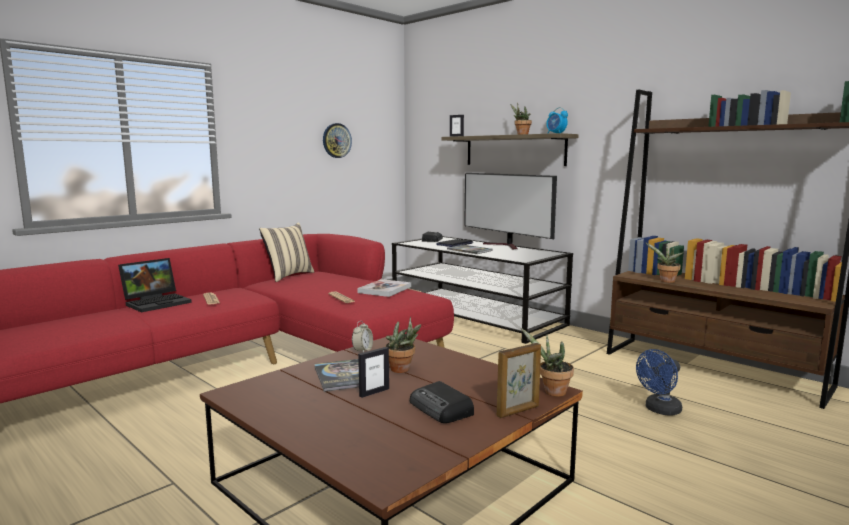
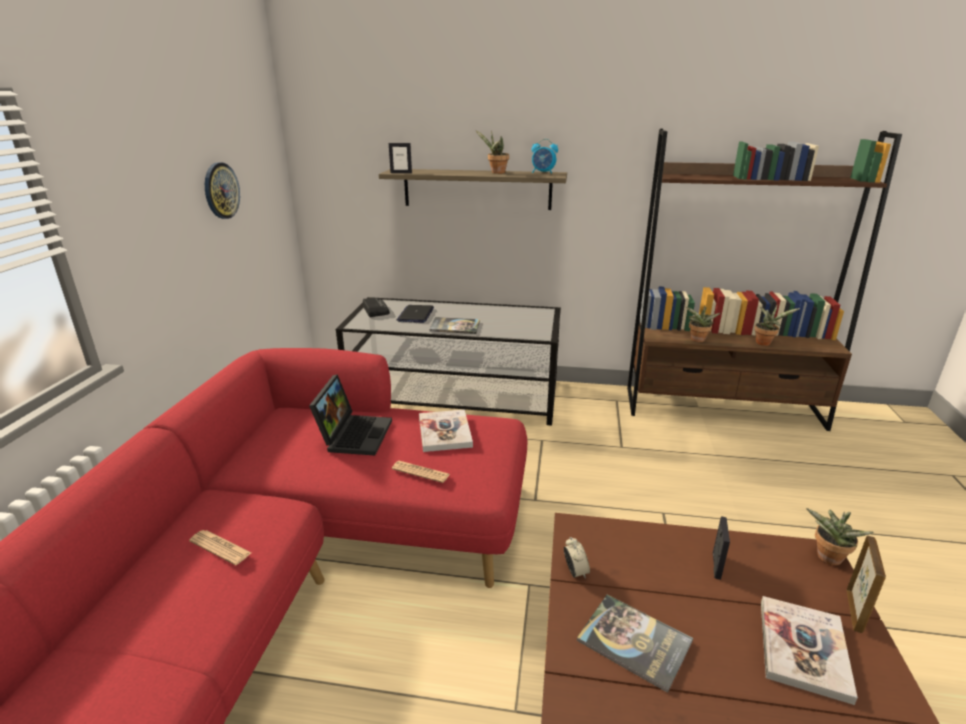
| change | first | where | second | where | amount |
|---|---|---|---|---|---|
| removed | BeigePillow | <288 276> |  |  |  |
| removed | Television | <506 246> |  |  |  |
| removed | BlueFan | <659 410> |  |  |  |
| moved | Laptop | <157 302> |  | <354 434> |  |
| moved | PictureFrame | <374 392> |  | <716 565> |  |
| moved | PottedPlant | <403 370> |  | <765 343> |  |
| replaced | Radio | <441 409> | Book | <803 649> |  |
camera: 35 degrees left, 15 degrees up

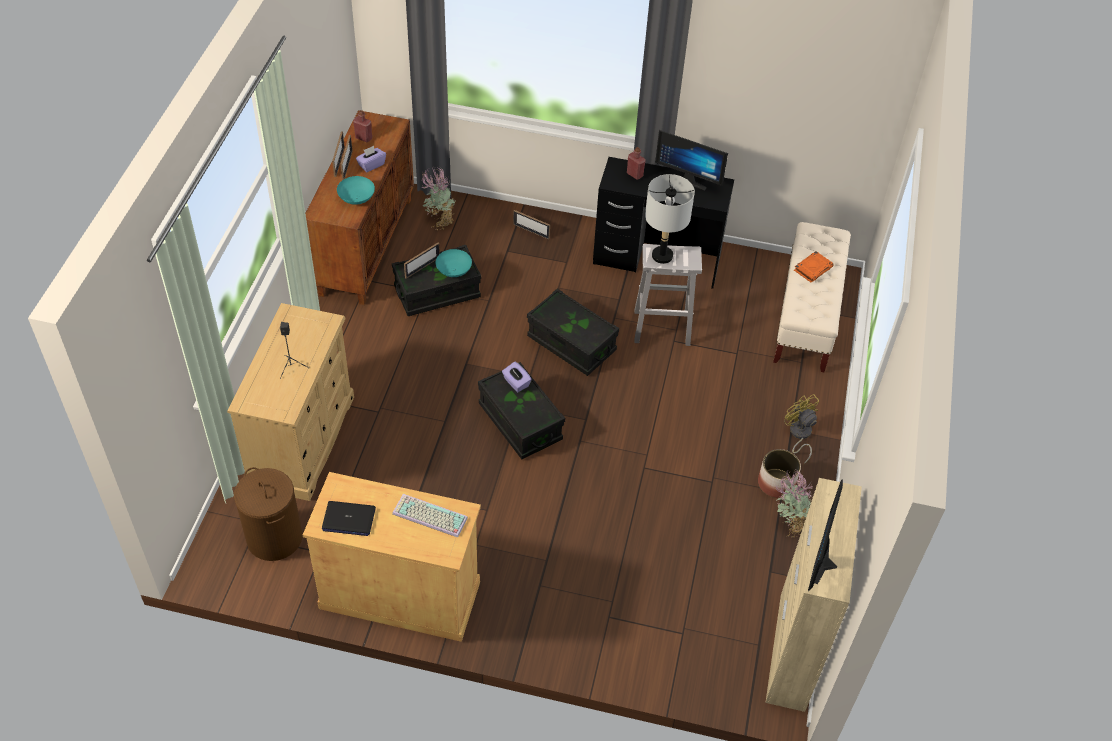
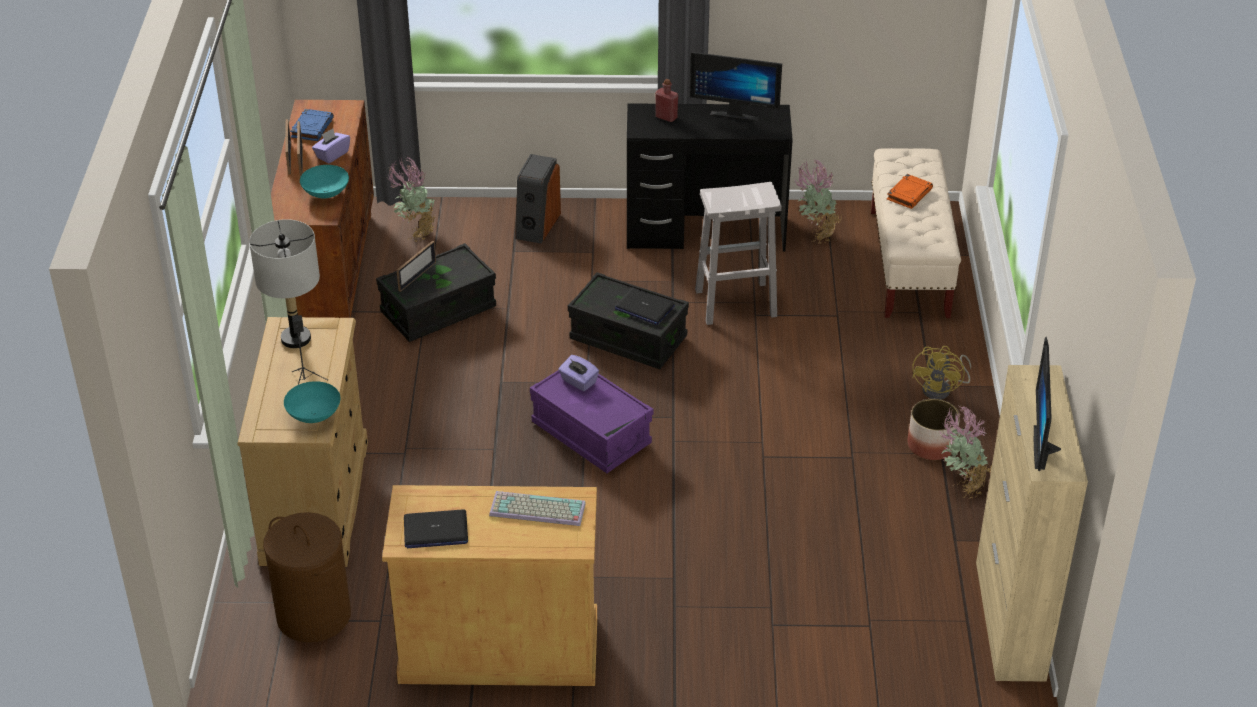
| change | first | where | second | where | amount |
|---|---|---|---|---|---|
| added |  |  | Laptop | <644 307> |  |
| added |  |  | PottedPlant | <816 234> |  |
| moved | TurquoiseBowl | <453 272> |  | <314 416> |  |
| moved | GreyTableLamp | <662 256> |  | <296 338> |  |
| replaced | RedBottle | <363 138> | BlueBook | <312 128> |  |
| replaced | PictureFrame | <531 231> | Speaker | <537 225> |  |
| recoloured | BlackStorageBox | <520 422> | PurpleStorageBox | <591 434> |  |
| turned | YellowFan | <799 435> |  | <942 389> | 120 degrees counterclockwise |
camera: 10 degrees left, 10 degrees down

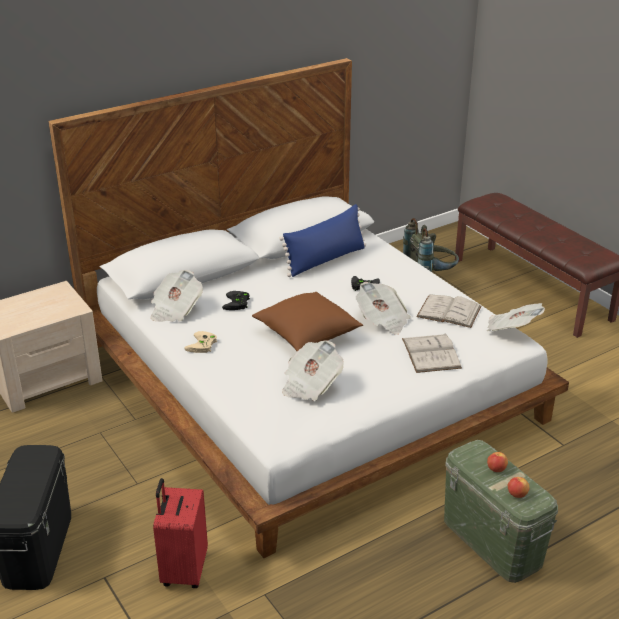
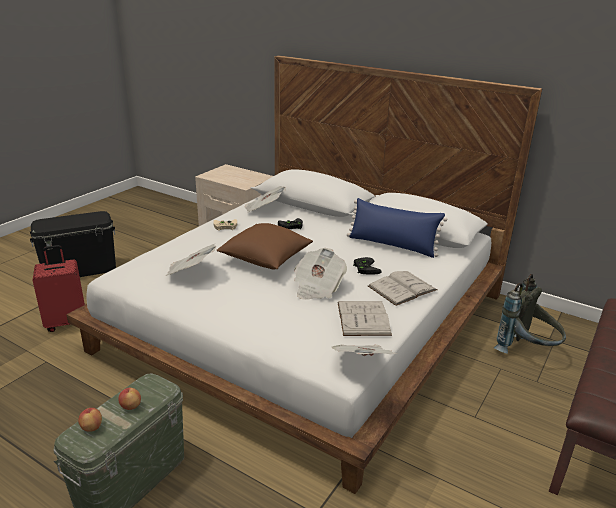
| change | first | where | second | where | amount |
|---|---|---|---|---|---|
| moved | WhiteBook | <431 353> |  | <402 288> |  |
camera: 65 degrees right, 5 degrees down

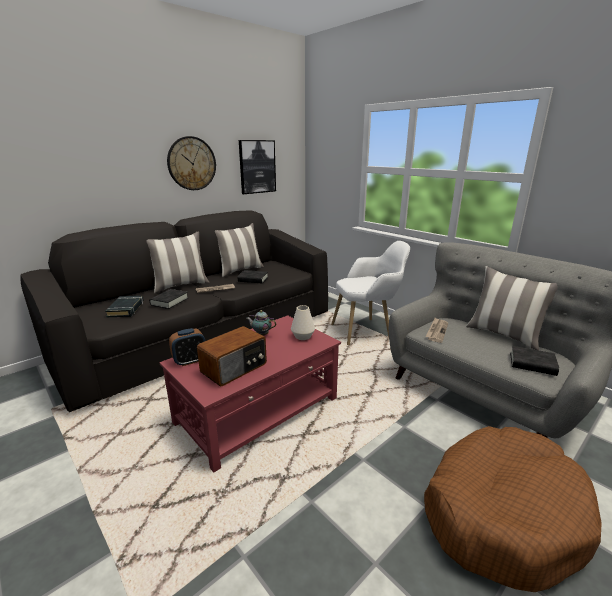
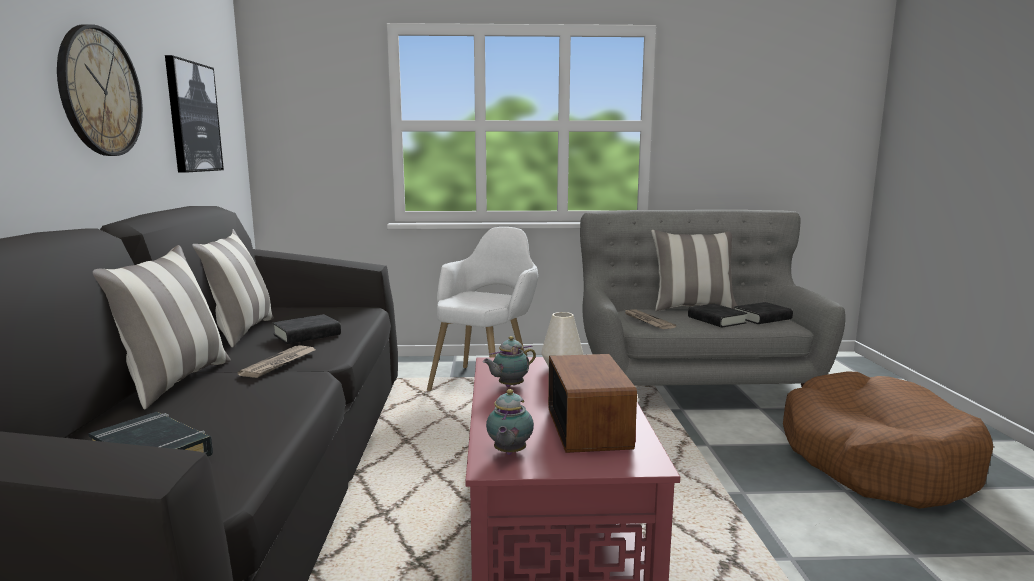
| change | first | where | second | where | amount |
|---|---|---|---|---|---|
| moved | BlackBook | <169 301> |  | <716 320> |  |
| replaced | AlarmClock | <190 361> | Teapot | <509 453> |  |
camera: 50 degrees left, 10 degrees down

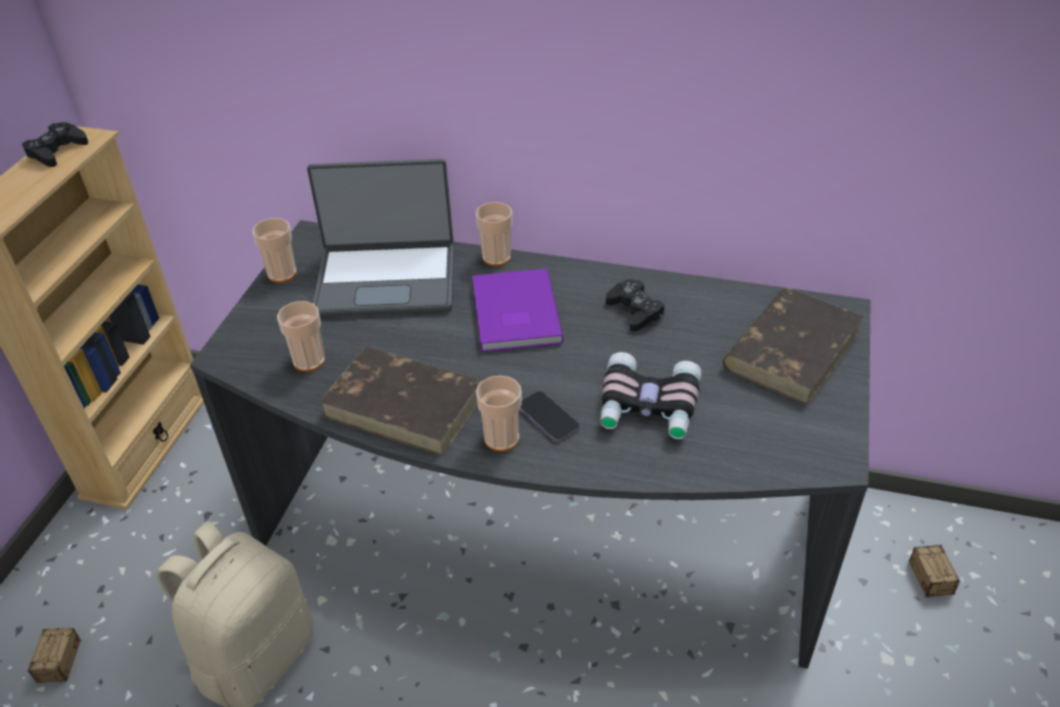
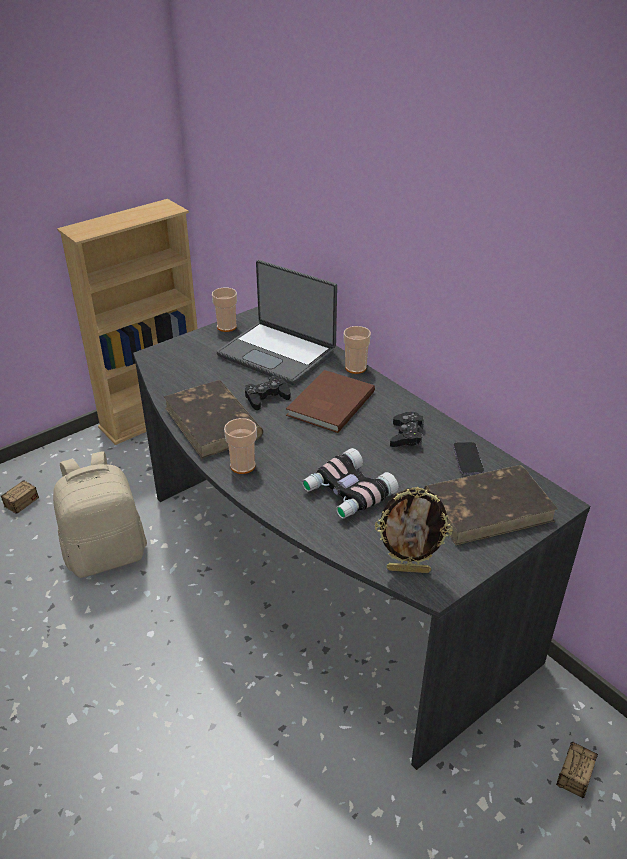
| change | first | where | second | where | amount |
|---|---|---|---|---|---|
| removed | Cup | <309 361> |  |  |  |
| added |  |  | PictureFrame | <408 569> |  |
| moved | BlackGameController | <57 151> |  | <266 397> |  |
| moved | Phone | <548 418> |  | <467 460> |  |
| recoloured | PurpleBook | <513 314> | BrownBook | <328 403> |  |
camera: 35 degrees right, 5 degrees down

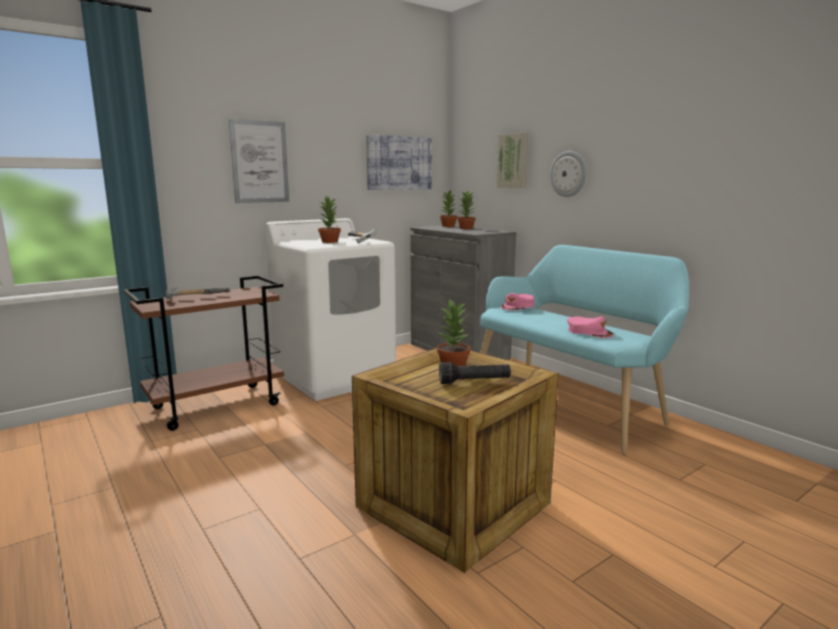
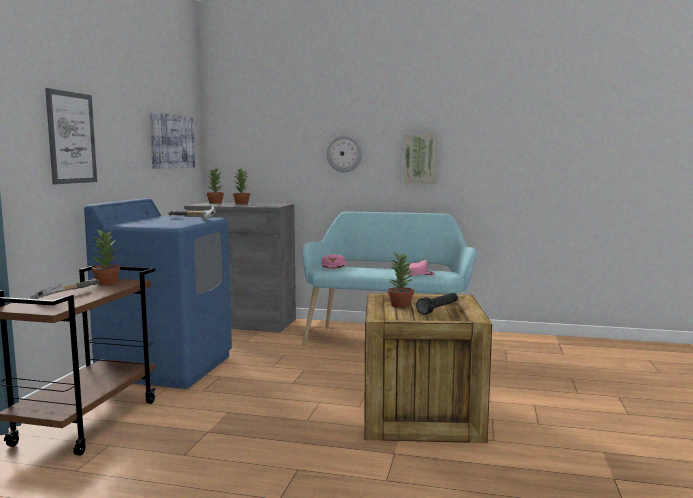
| change | first | where | second | where | amount |
|---|---|---|---|---|---|
| moved | PottedPlant | <330 242> |  | <107 282> |  |
| moved | Picture | <513 161> |  | <420 159> |  |
| recoloured | WhiteWashingMachine | <335 377> | BlueWashingMachine | <168 367> |  |
camera: 40 degrees left, 5 degrees down

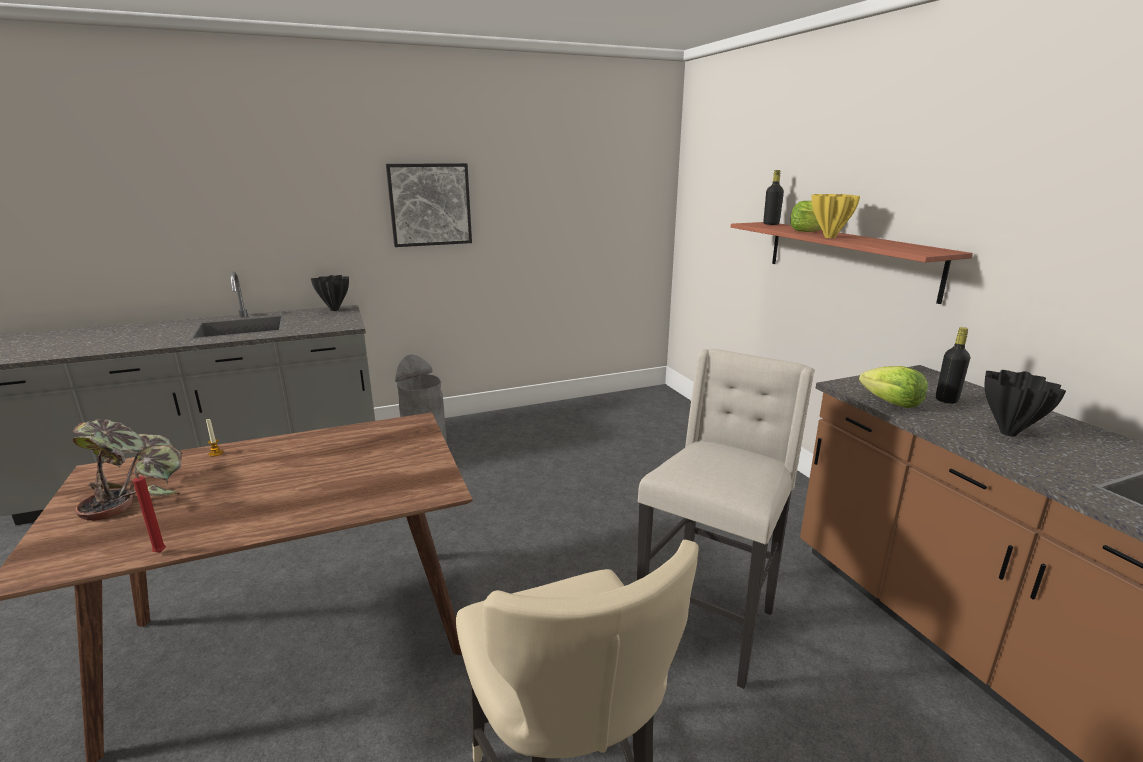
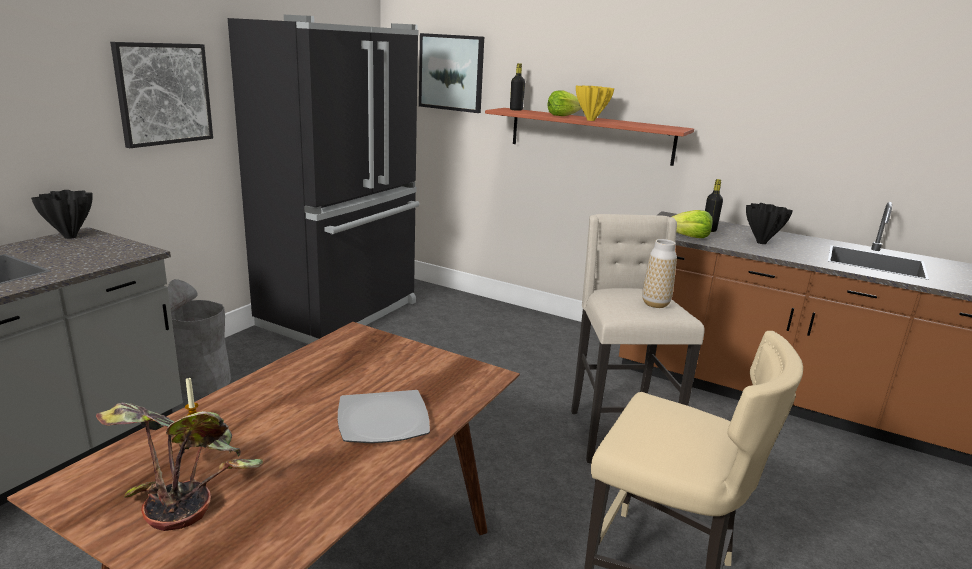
| change | first | where | second | where | amount |
|---|---|---|---|---|---|
| removed | RedCandle | <160 551> |  |  |  |
| added |  |  | BlackFridge | <342 314> |  |
| added |  |  | Plate | <382 420> |  |
| added |  |  | Picture | <451 72> |  |
| added |  |  | Vase | <655 304> |  |
camera: 40 degrees left, 0 degrees up

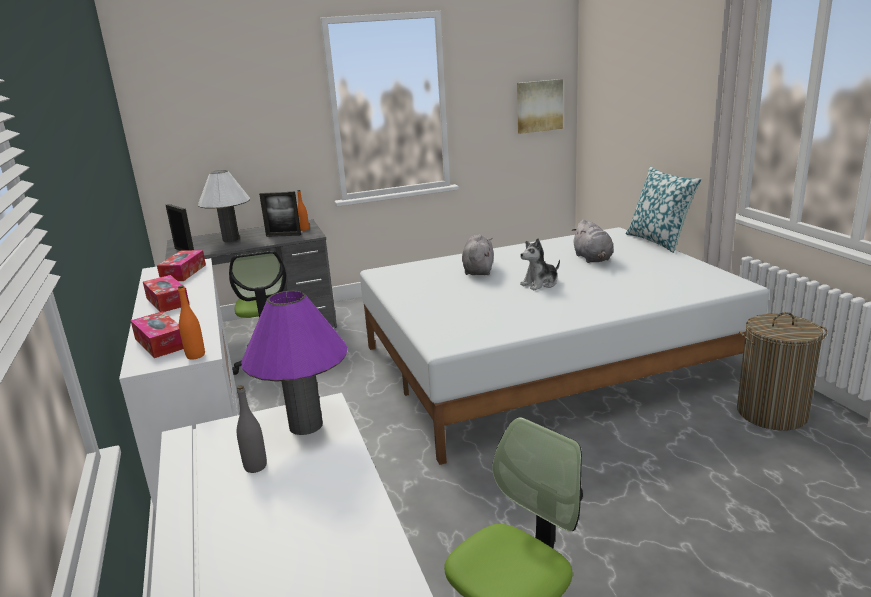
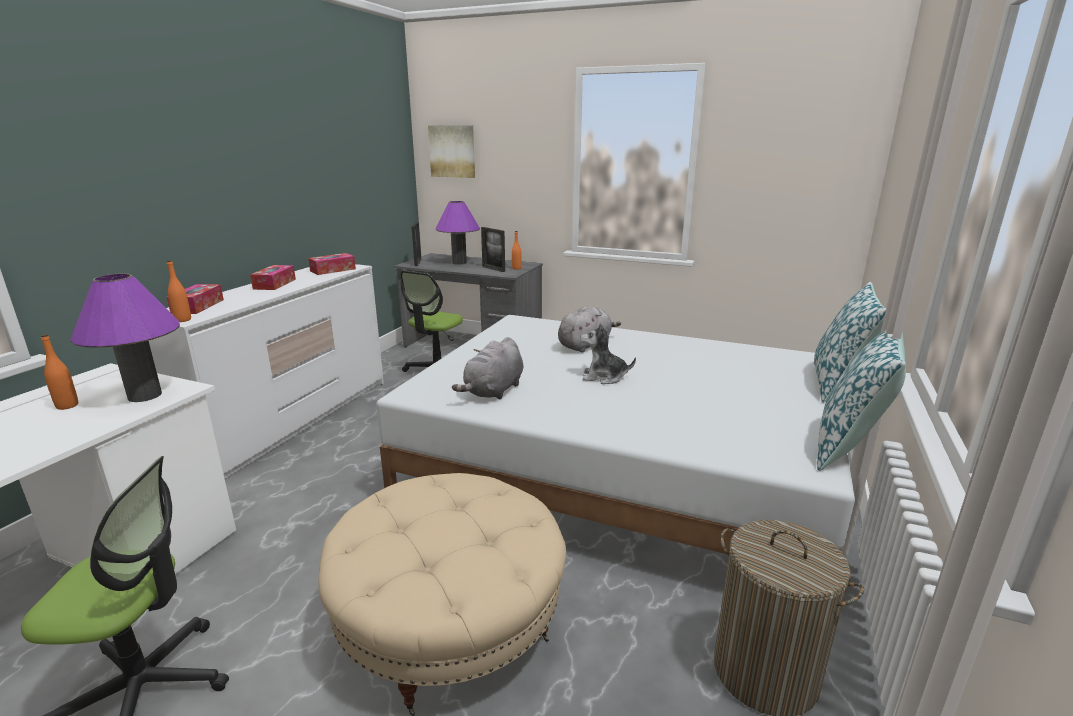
| change | first | where | second | where | amount |
|---|---|---|---|---|---|
| added |  |  | BeigeOttoman | <449 622> |  |
| added |  |  | Pillow | <849 446> |  |
| moved | Picture | <539 106> |  | <452 151> |  |
| moved | GreyPlushToy | <593 259> |  | <493 391> |  |
| recoloured | WhiteTableLamp | <231 239> | PurpleTableLamp | <459 263> |  |
| recoloured | GreyBottle | <255 466> | OrangeBottle | <67 406> |  |
camera: 40 degrees right, 0 degrees up

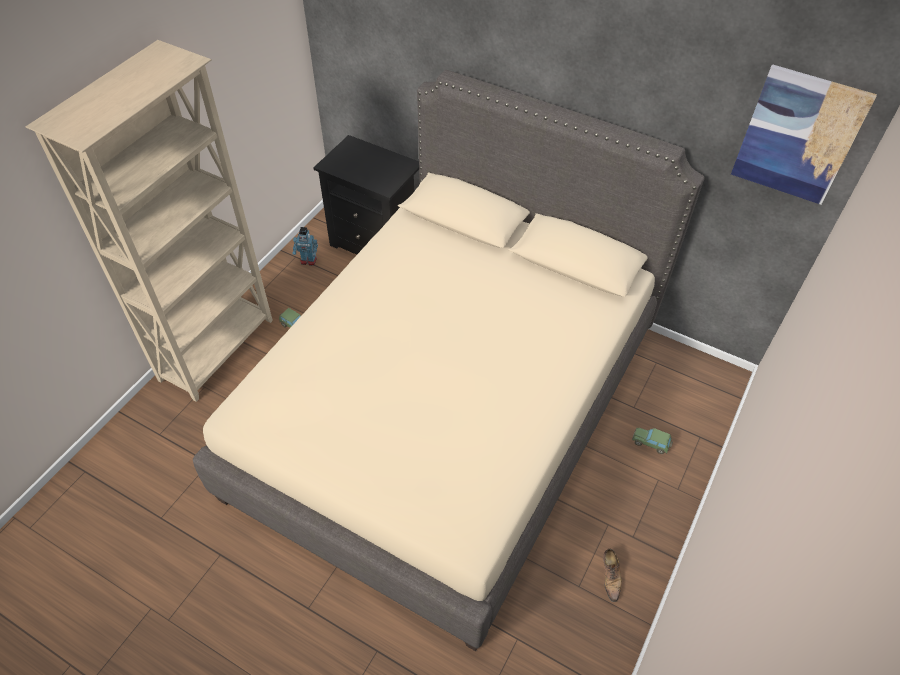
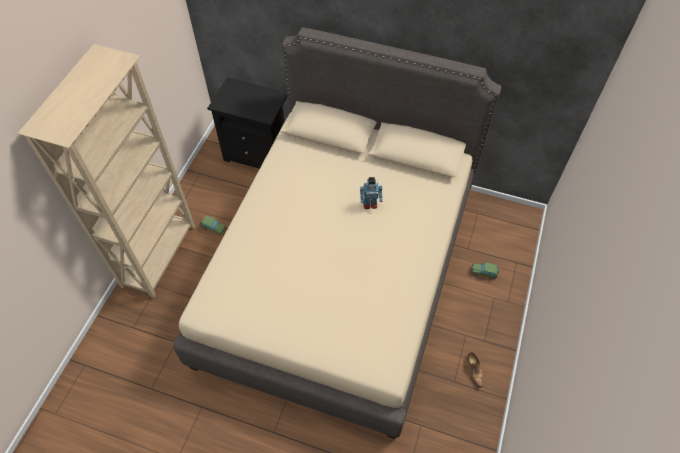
| change | first | where | second | where | amount |
|---|---|---|---|---|---|
| removed | Picture | <798 136> |  |  |  |
| moved | ToyRobot | <308 261> |  | <370 204> |  |
camera: 10 degrees left, 5 degrees up

